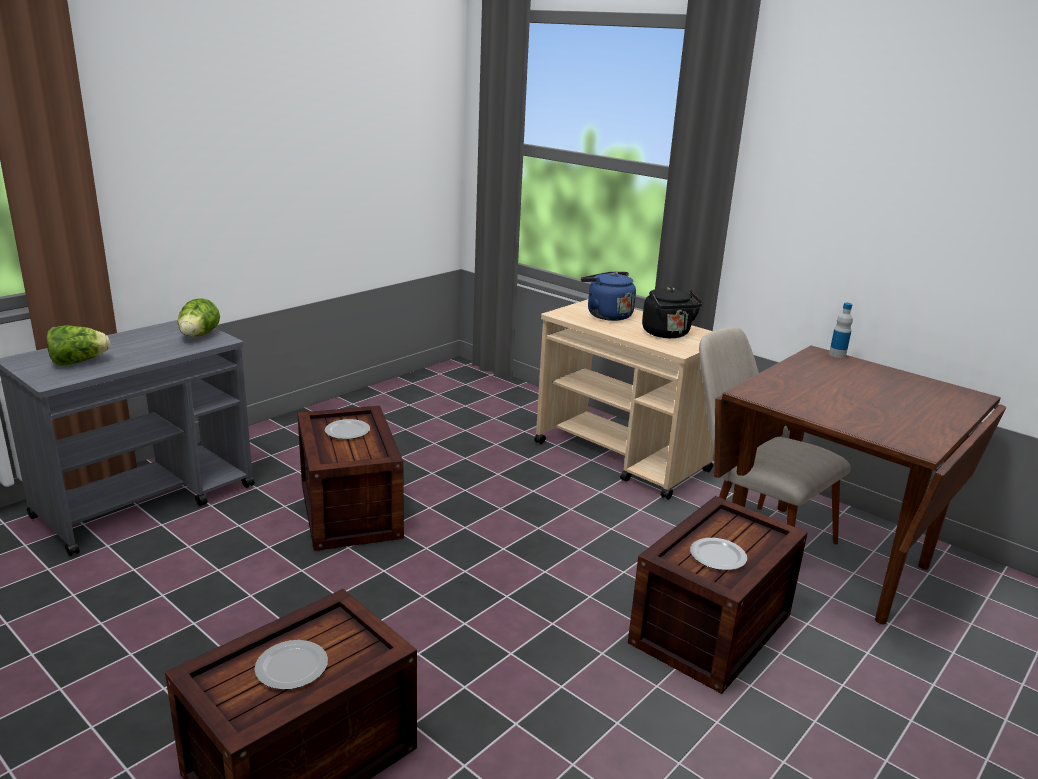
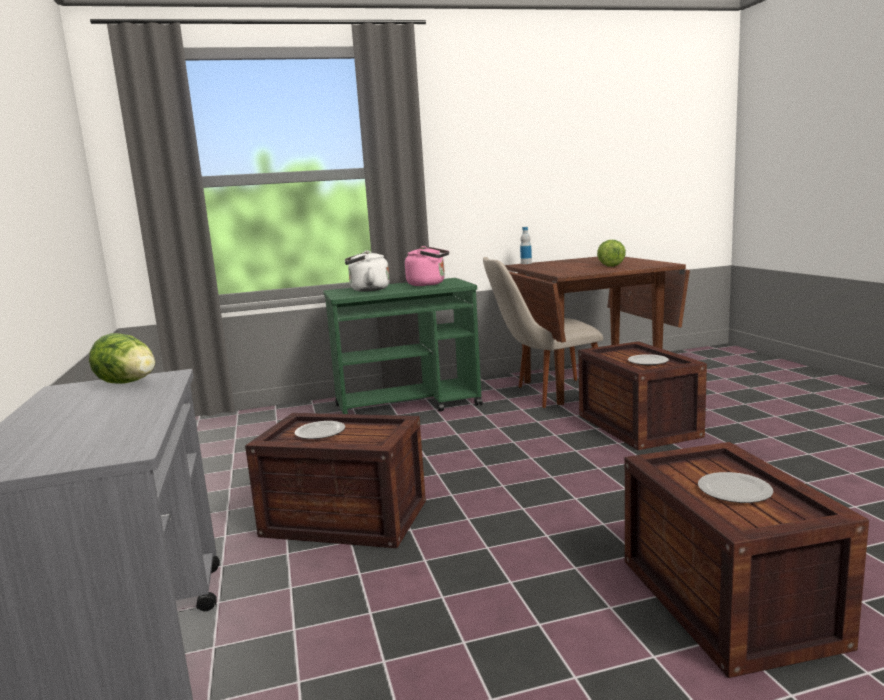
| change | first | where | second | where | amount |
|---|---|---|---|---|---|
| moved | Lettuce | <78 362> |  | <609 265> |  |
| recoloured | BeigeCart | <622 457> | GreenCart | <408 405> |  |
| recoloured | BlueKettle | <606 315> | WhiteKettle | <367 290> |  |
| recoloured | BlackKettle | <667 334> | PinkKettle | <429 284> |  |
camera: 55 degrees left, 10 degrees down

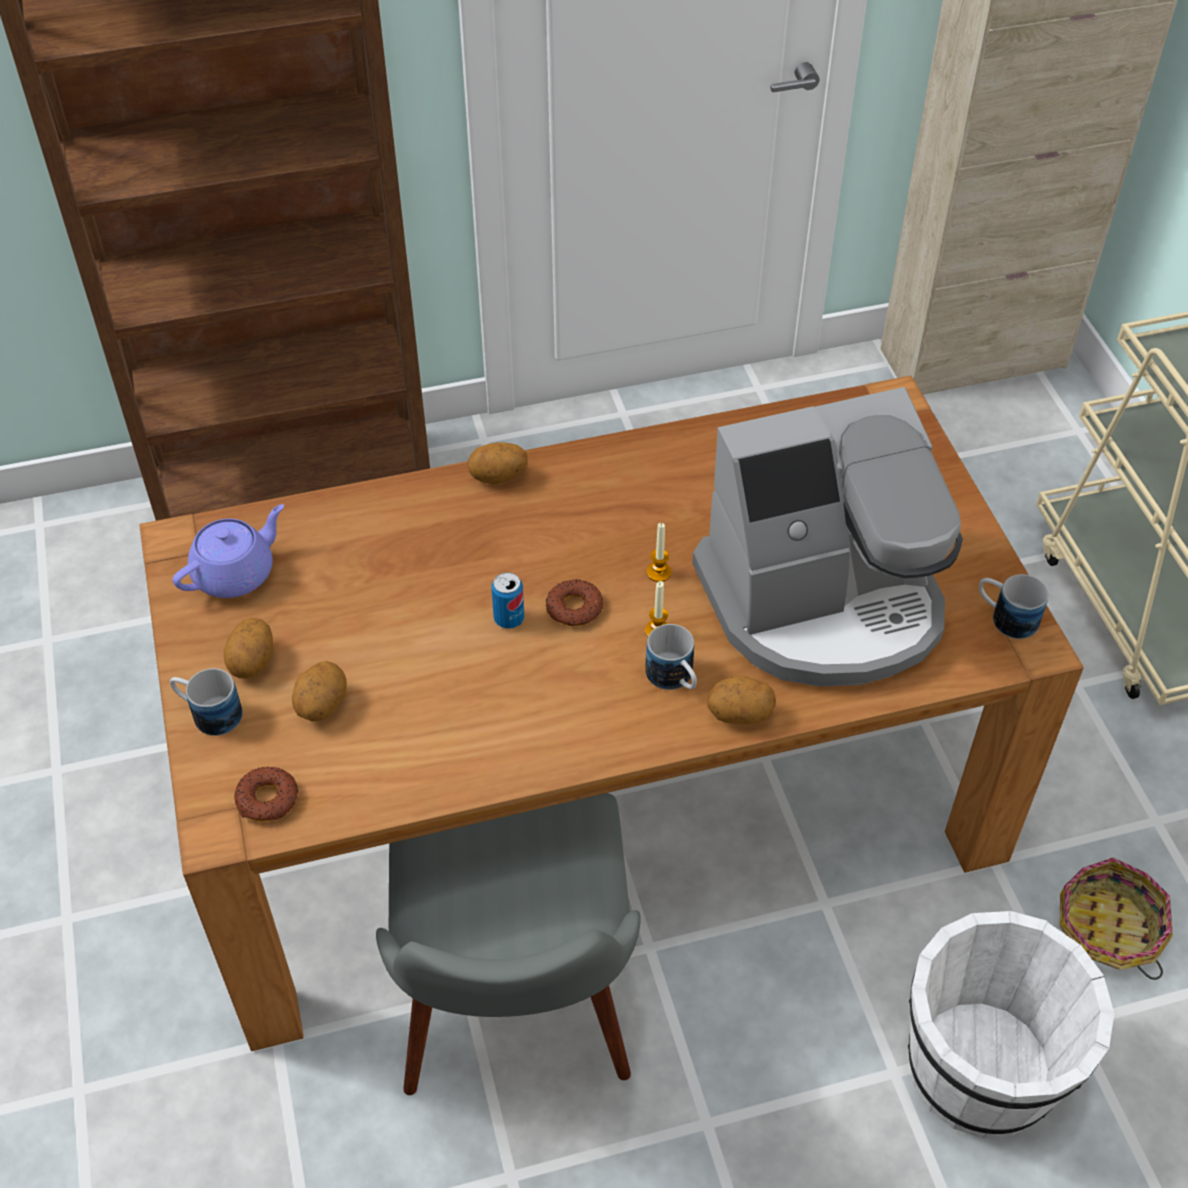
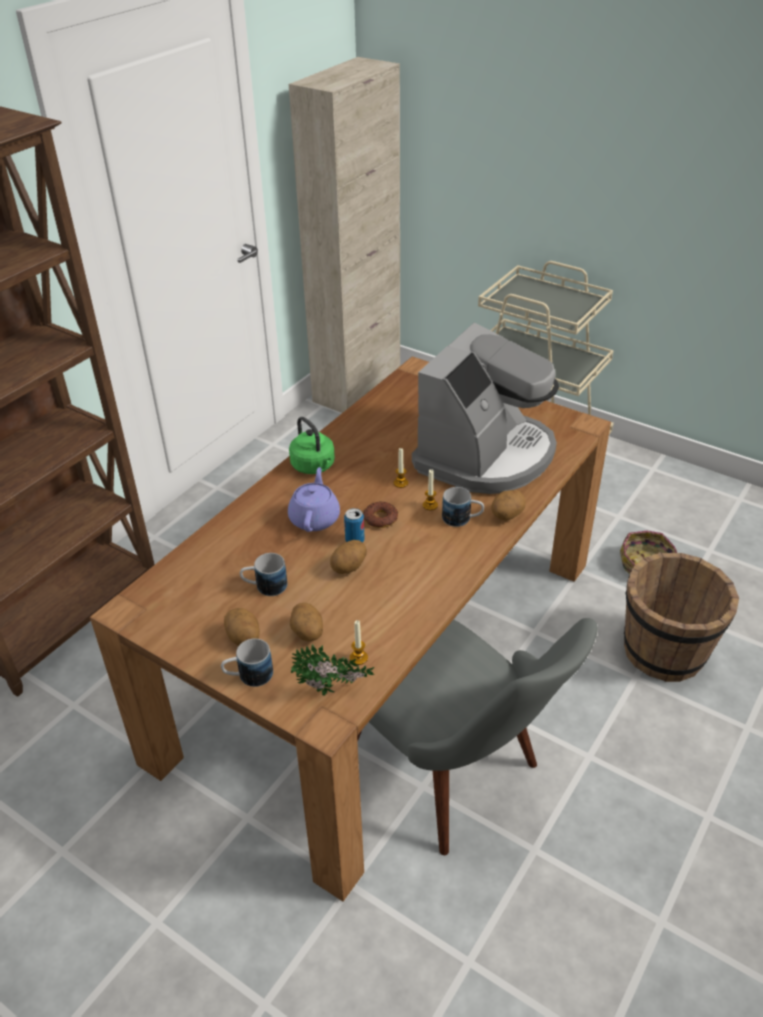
| change | first | where | second | where | amount |
|---|---|---|---|---|---|
| added |  |  | GreenKettle | <314 467> |  |
| added |  |  | Candle | <358 658> |  |
| moved | PurpleTeapot | <236 573> |  | <315 518> |  |
| moved | Potato | <498 478> |  | <349 568> |  |
| moved | Mug | <1005 617> |  | <265 587> |  |
| replaced | Donut | <267 799> | PottedPlant | <333 692> |  |
| recoloured | WhiteBucket | <980 1072> | BrownBucket | <665 652> |  |
camera: 40 degrees left, 10 degrees down

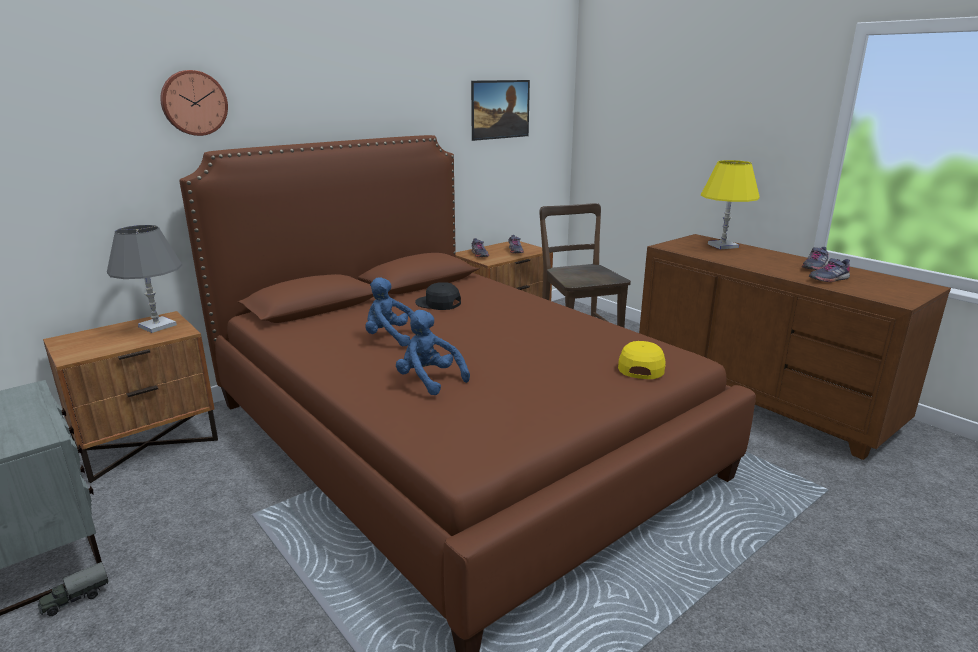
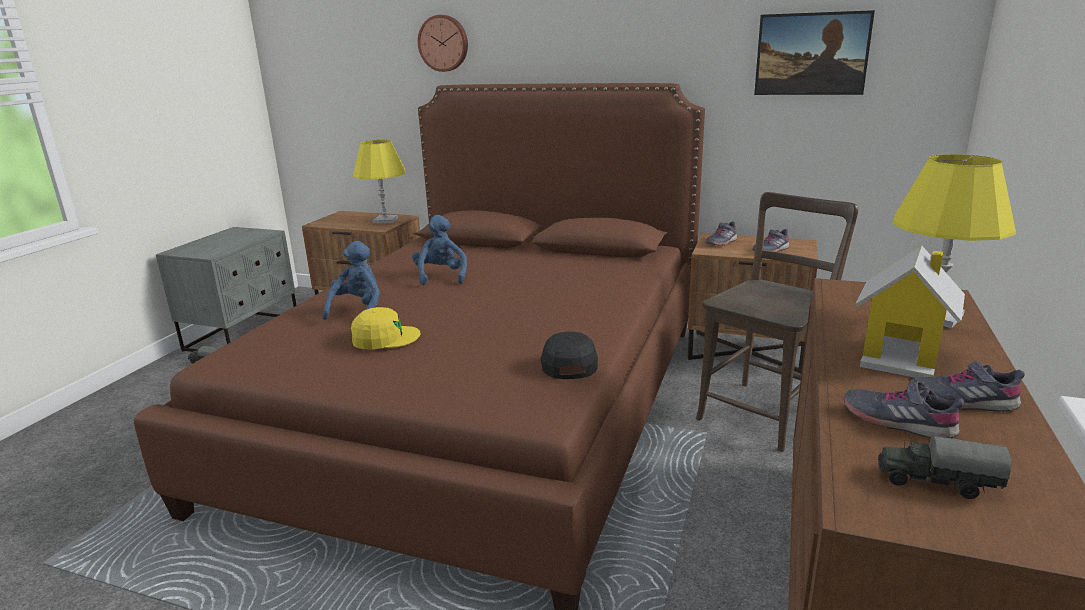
| change | first | where | second | where | amount |
|---|---|---|---|---|---|
| added |  |  | ToyHouse | <901 356> |  |
| added |  |  | ToyTruck | <935 482> |  |
| moved | BlackCap | <438 303> |  | <568 363> |  |
| moved | YellowCap | <641 367> |  | <385 338> |  |
| recoloured | GreyTableLamp | <157 326> | YellowTableLamp | <385 220> |  |
camera: 60 degrees right, 0 degrees up

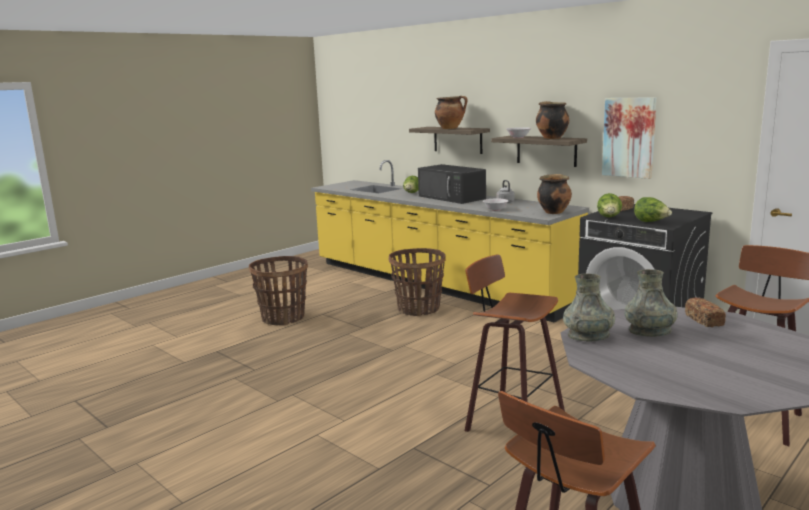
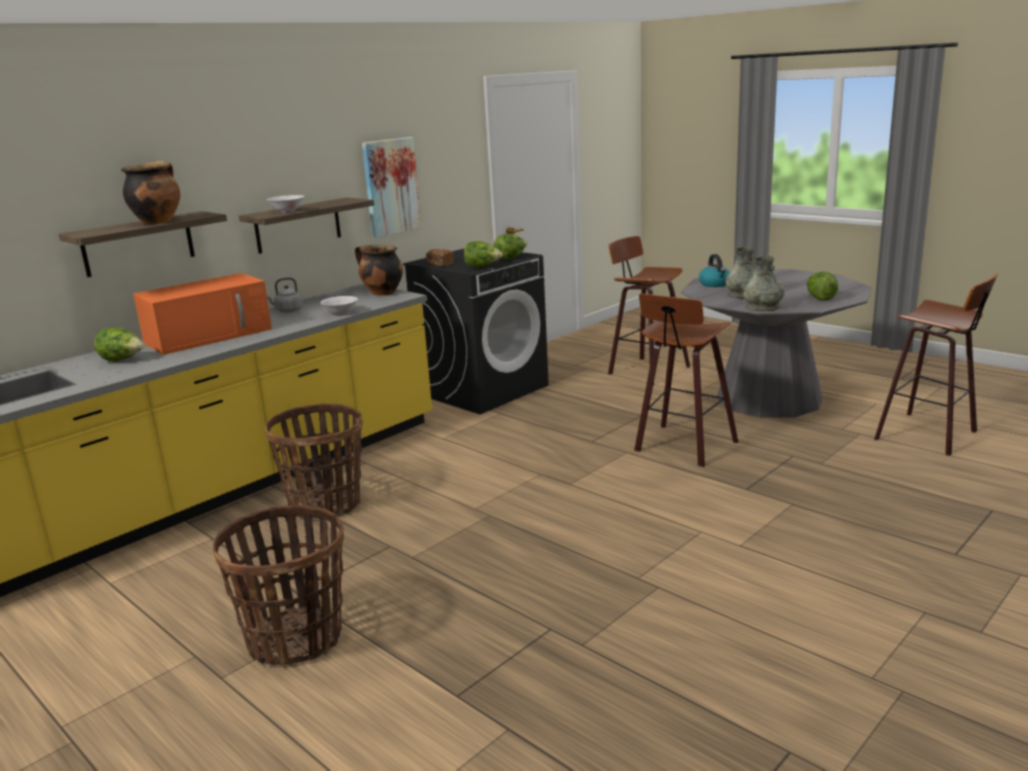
| change | first | where | second | where | amount |
|---|---|---|---|---|---|
| removed | CookingPot | <551 138> |  |  |  |
| added |  |  | Lettuce | <820 298> |  |
| replaced | Bread | <704 320> | Kettle | <715 284> |  |
| recoloured | BlackMicrowave | <452 197> | OrangeMicrowave | <210 335> |  |
camera: 90 degrees left, 5 degrees up

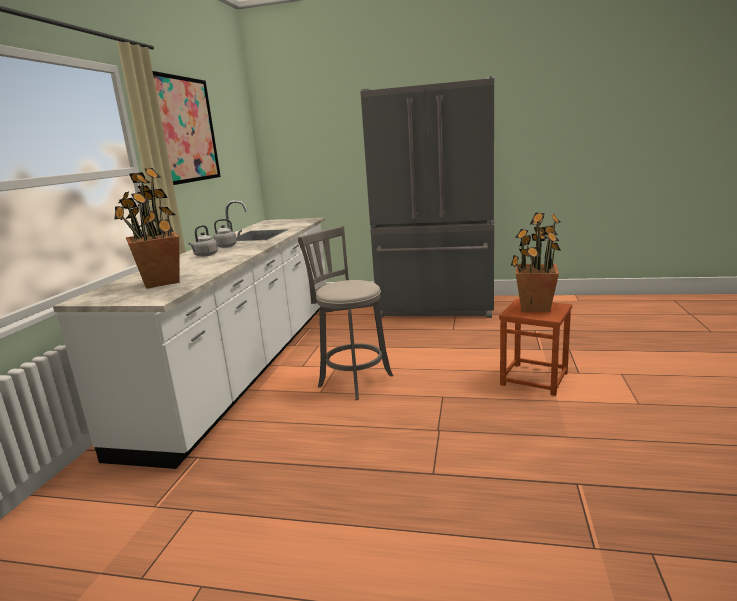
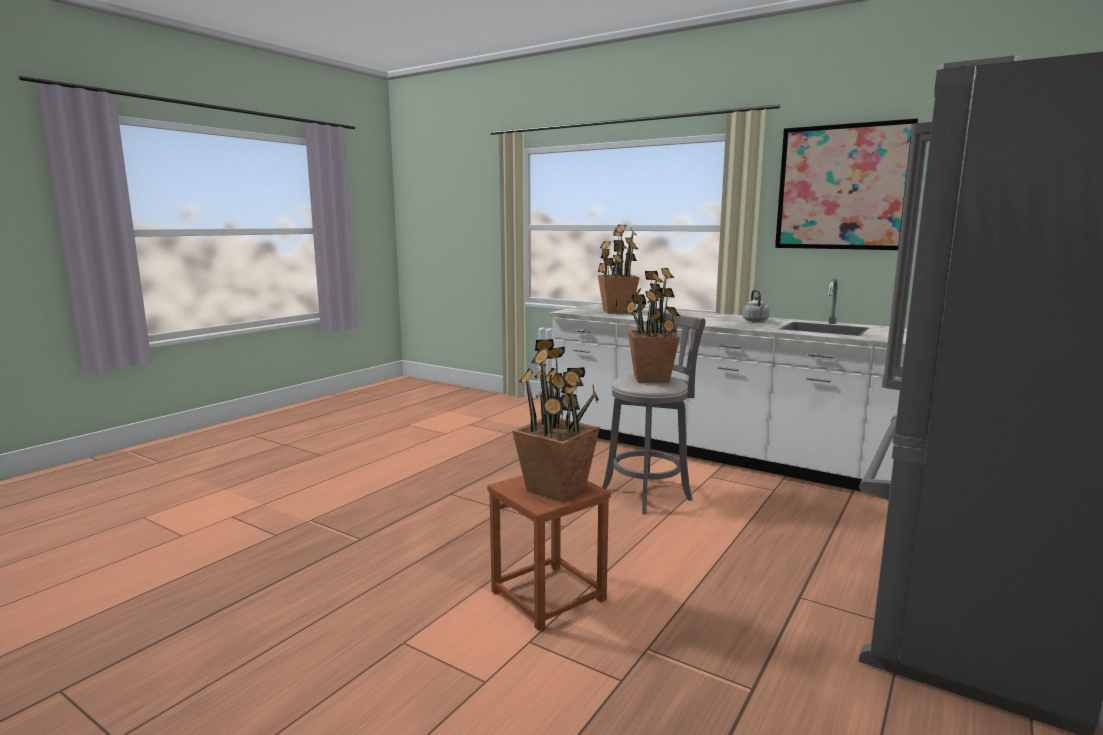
| change | first | where | second | where | amount |
|---|---|---|---|---|---|
| removed | GreyKettle | <205 255> |  |  |  |
| added |  |  | PottedPlant | <650 379> |  |
camera: 110 degrees right, 5 degrees down

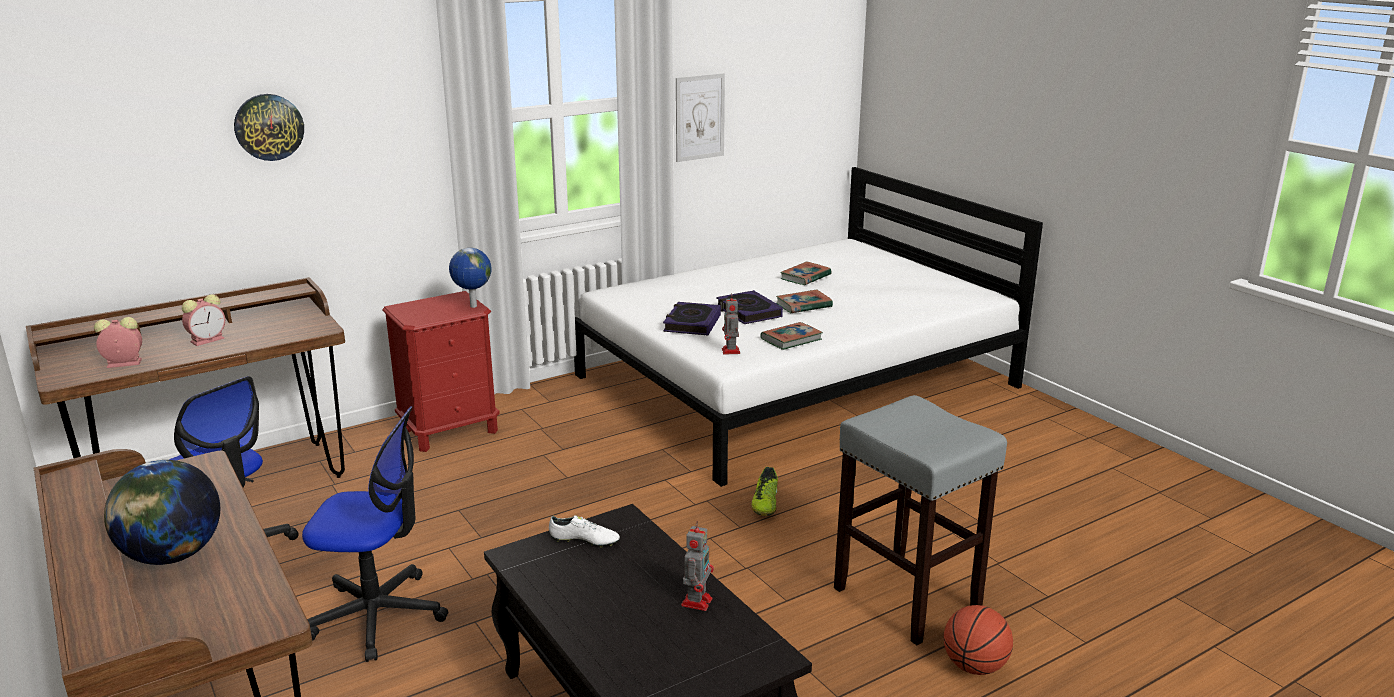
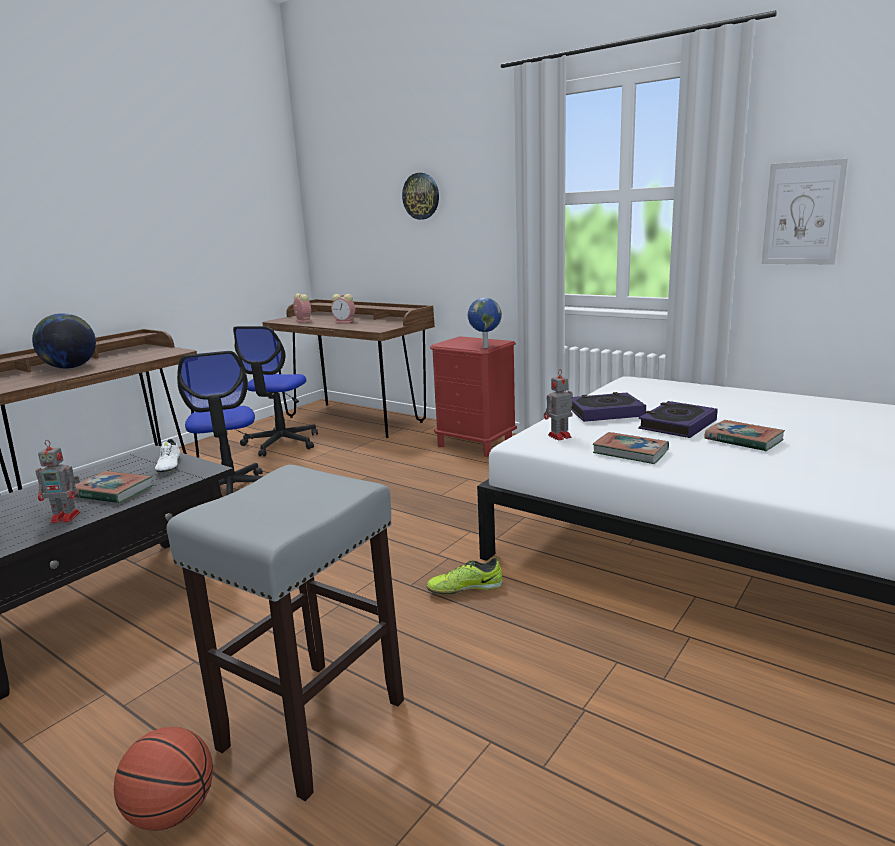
| change | first | where | second | where | amount |
|---|---|---|---|---|---|
| moved | Book | <805 277> |  | <113 492> |  |
camera: 70 degrees right, 5 degrees down

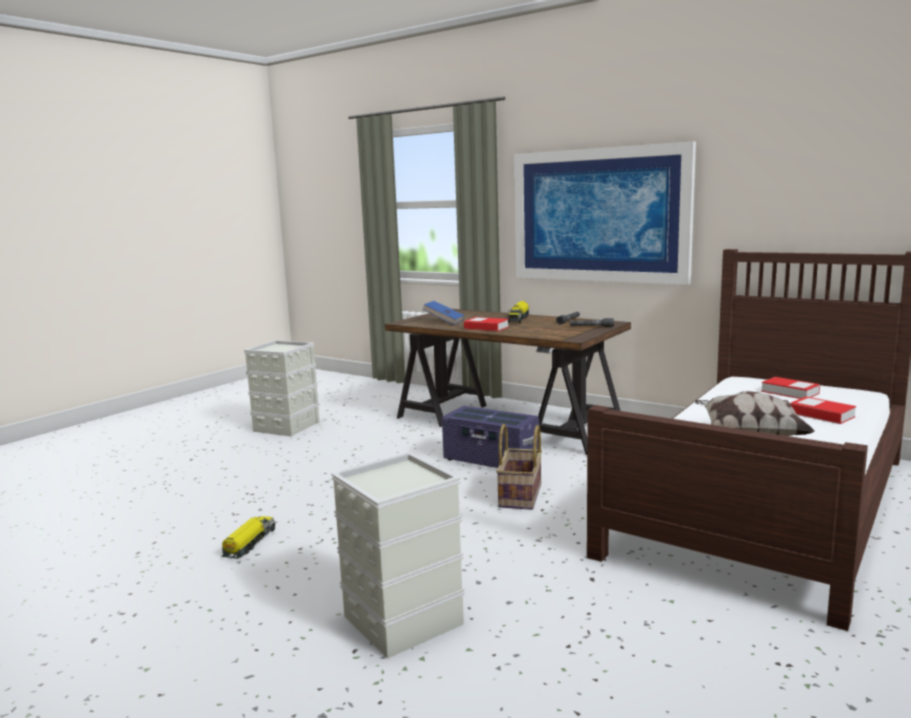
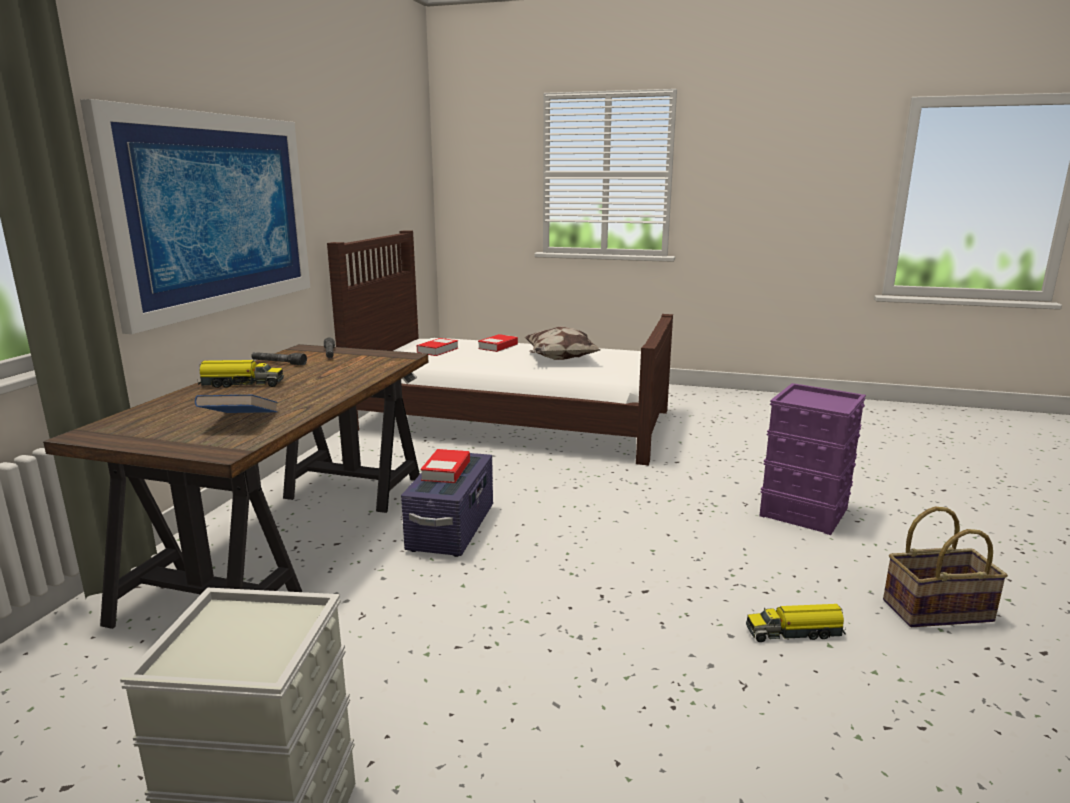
| change | first | where | second | where | amount |
|---|---|---|---|---|---|
| moved | Book | <486 328> |  | <446 471> |  |
| moved | Basket | <521 496> |  | <936 610> |  |
| recoloured | GreyStorageBox | <402 621> | PurpleStorageBox | <805 512> |  |
camera: 110 degrees left, 5 degrees up

